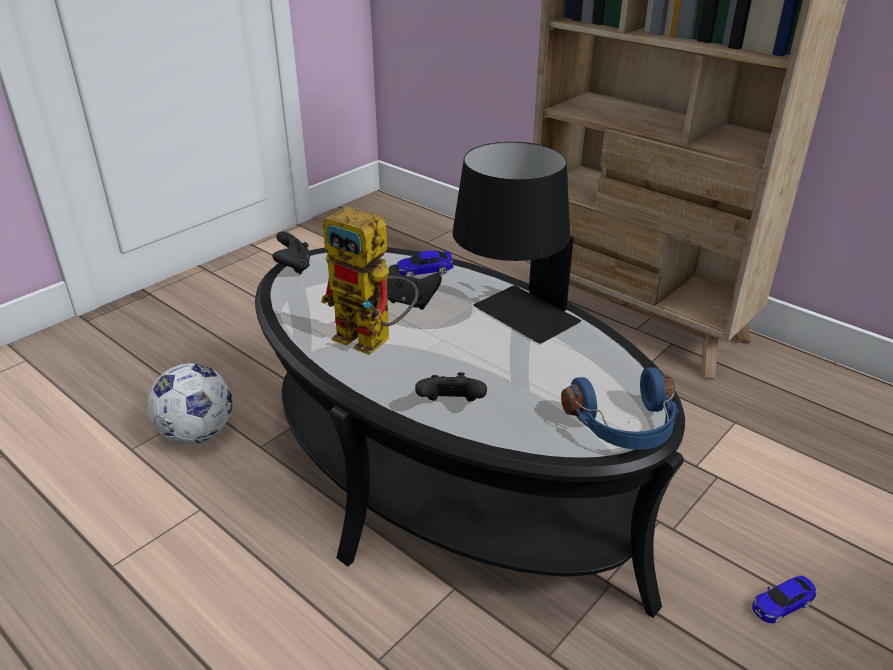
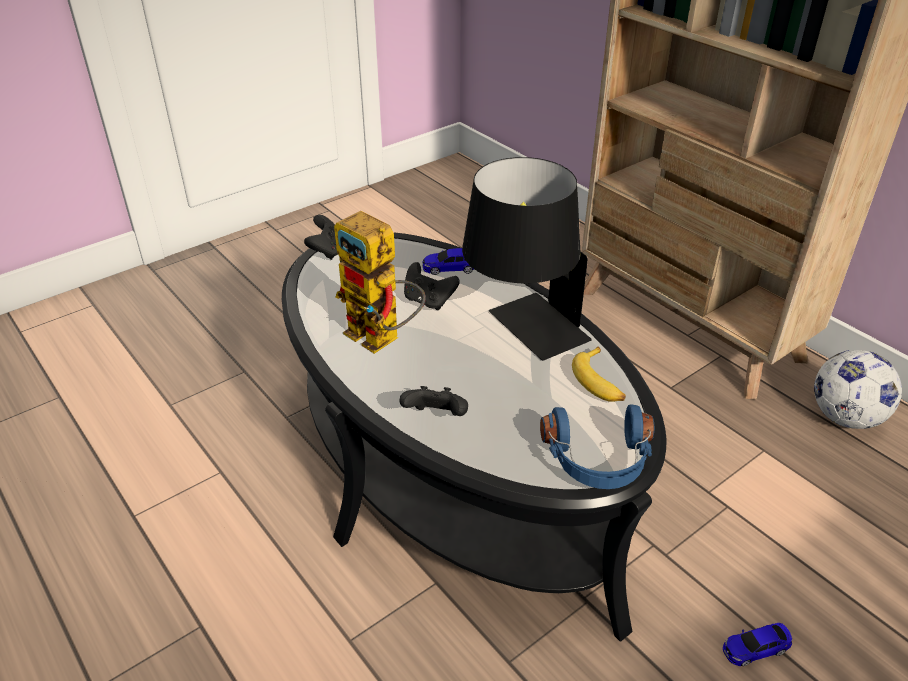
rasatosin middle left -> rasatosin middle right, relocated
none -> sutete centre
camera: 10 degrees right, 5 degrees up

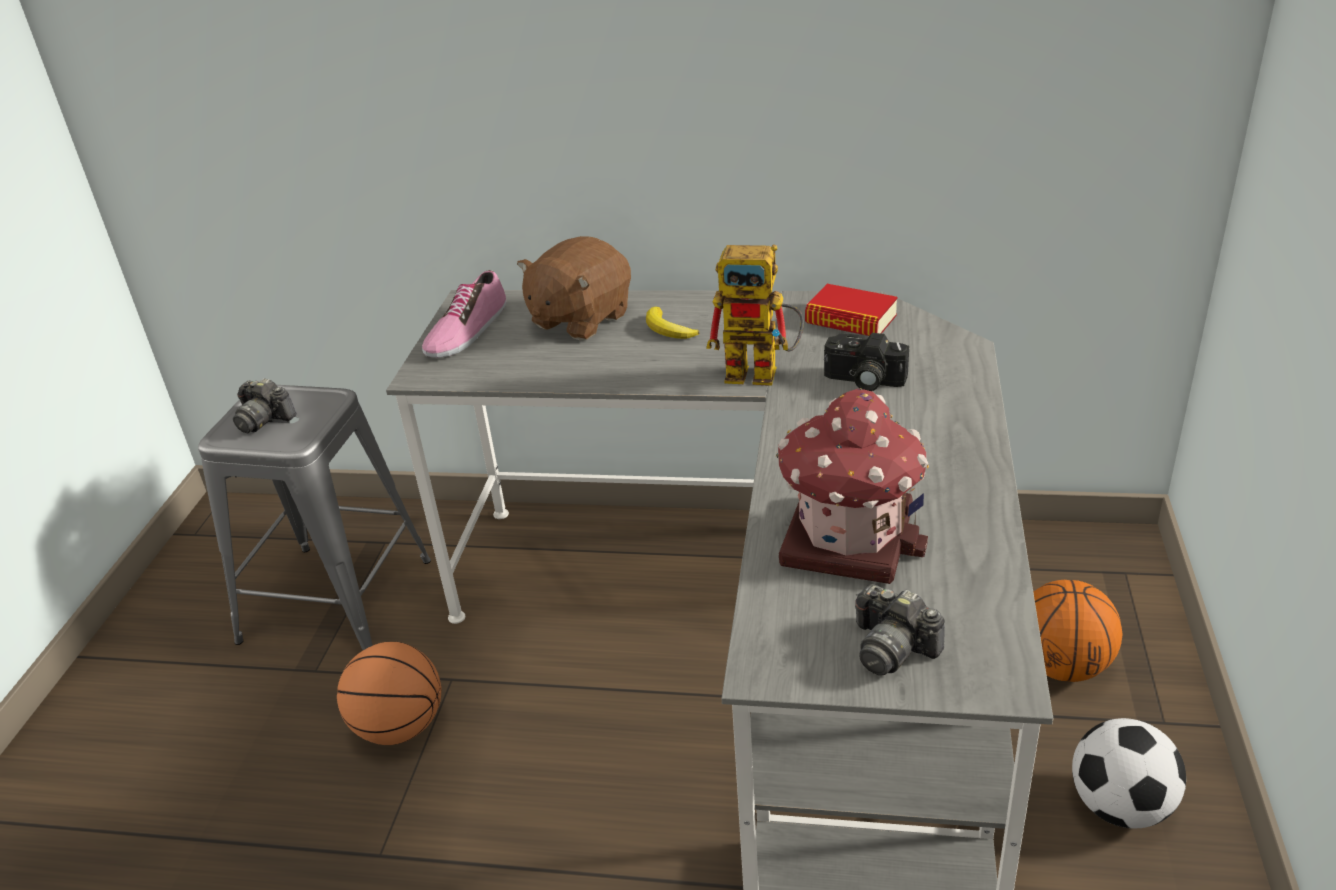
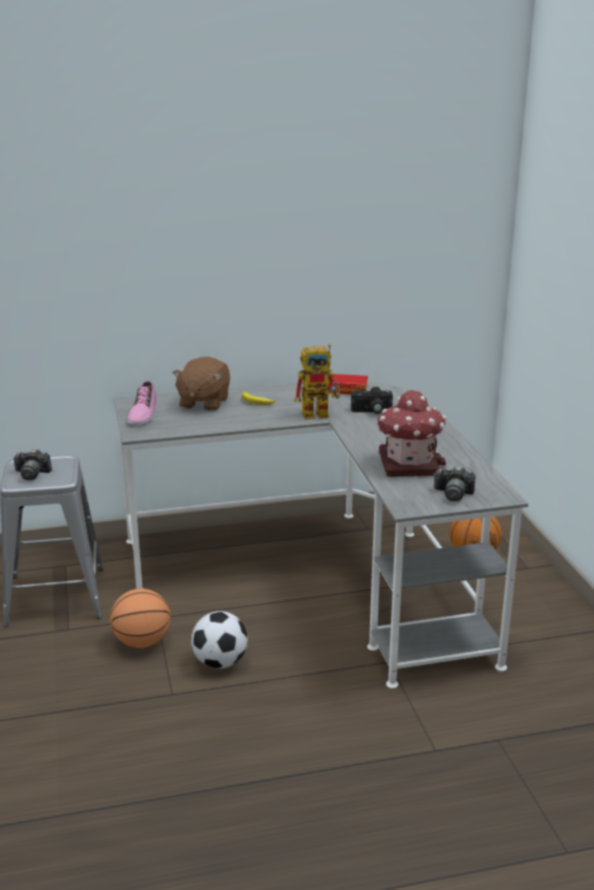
rasatosin bottom right -> rasatosin bottom centre, relocated
camera: 25 degrees left, 10 degrees down

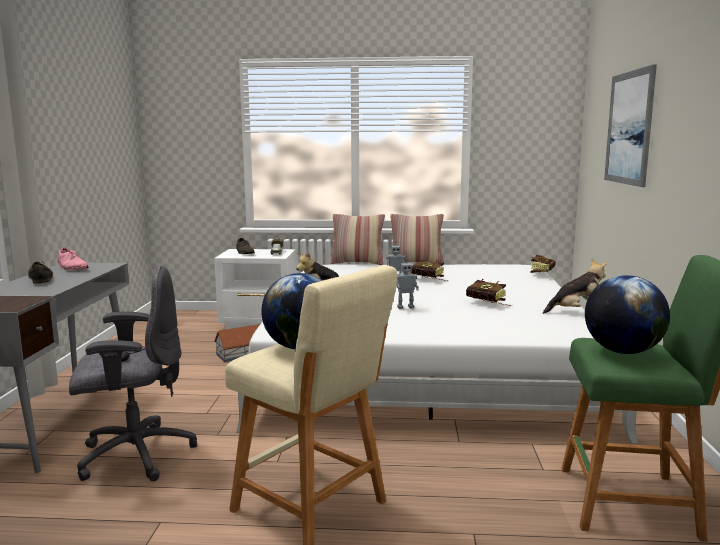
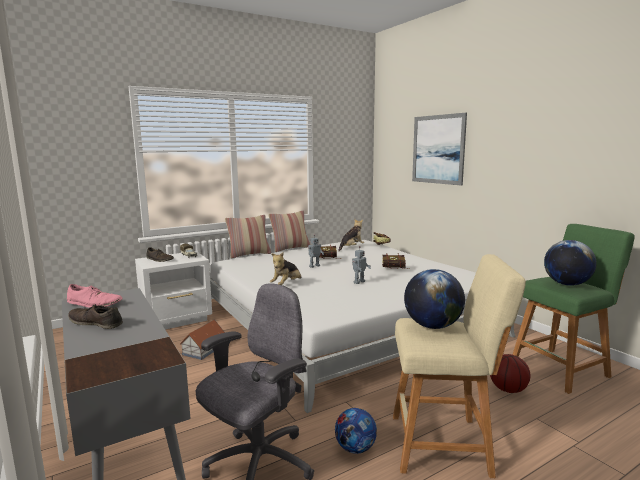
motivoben (no. 2 from left) middle right -> motivoben (no. 2 from left) centre, relocated
none -> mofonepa bottom right
none -> rasatosin bottom centre
camera: 35 degrees left, 0 degrees up

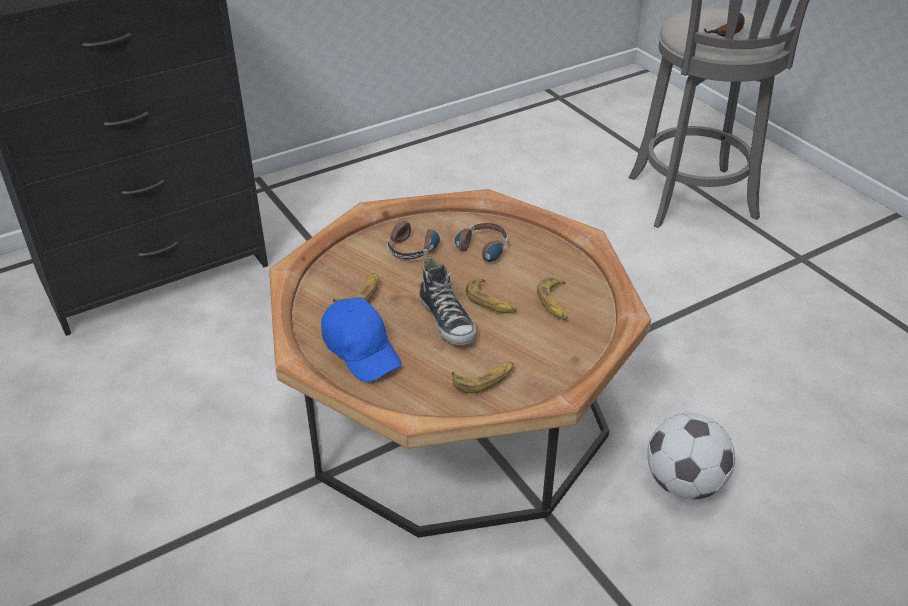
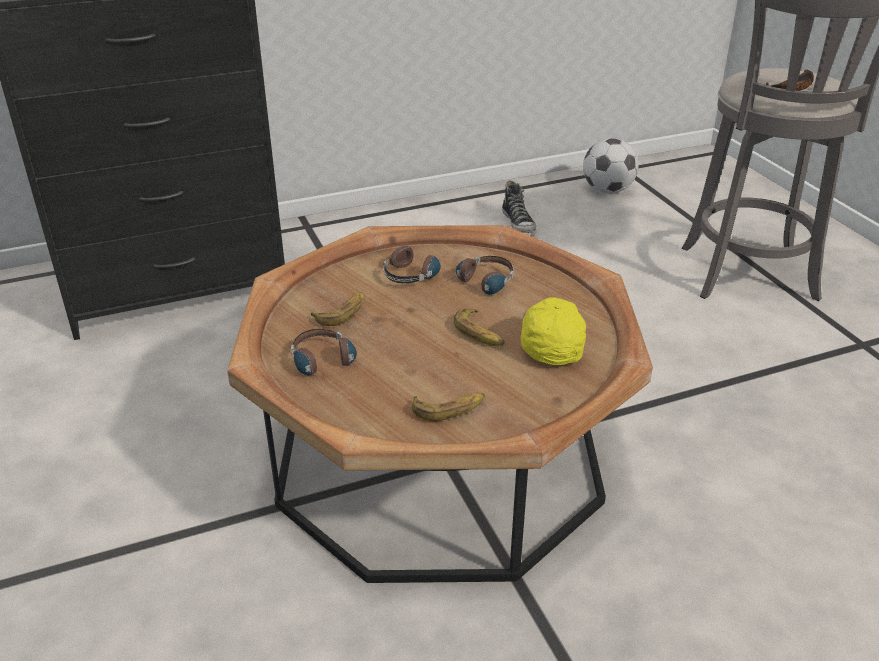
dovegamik centre -> dovegamik top centre, relocated
sutete (no. 4 from left) centre -> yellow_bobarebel centre
blue_bobarebel centre -> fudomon (no. 1 from left) centre
rasatosin bottom right -> rasatosin top right, relocated
camera: 10 degrees right, 5 degrees down

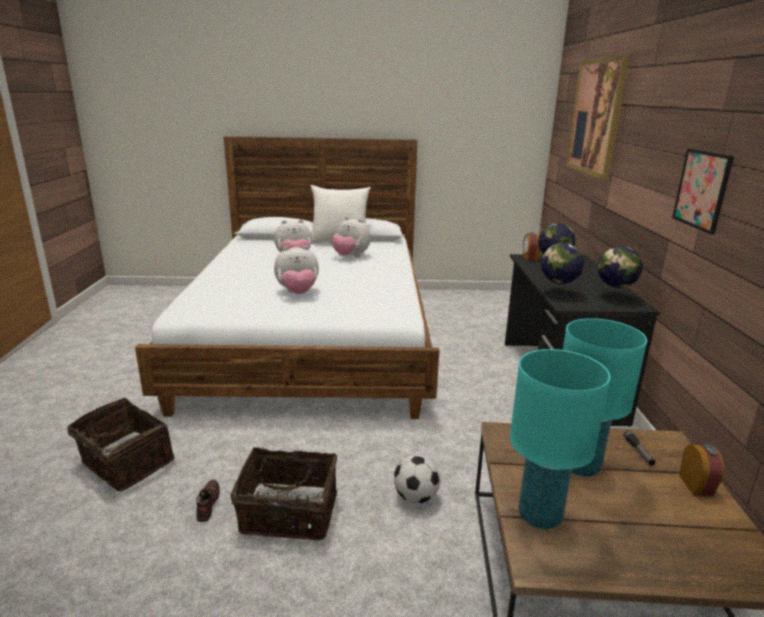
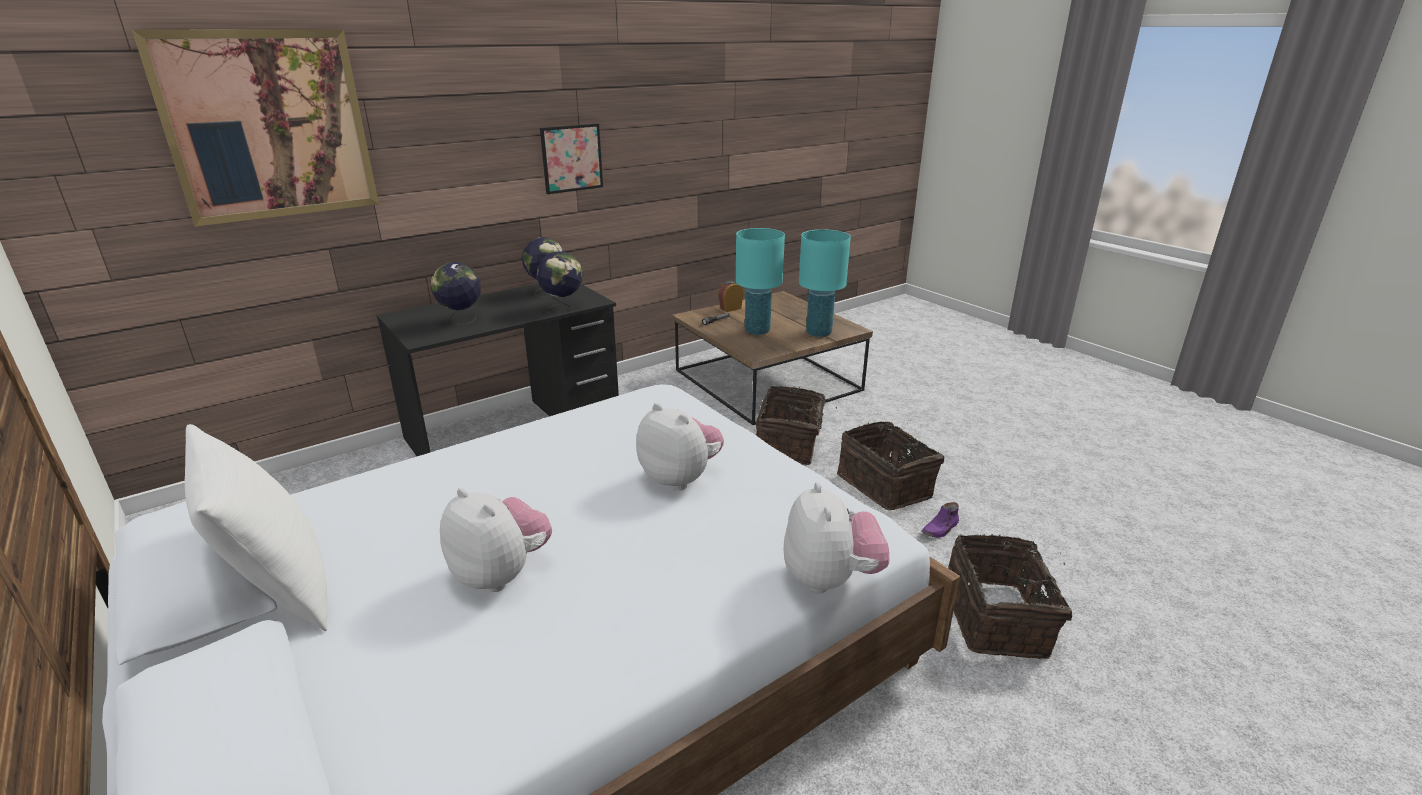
motivoben (no. 3 from left) centre -> motivoben (no. 3 from left) bottom centre, relocated
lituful (no. 1 from left) middle right -> none
rasatosin bottom centre -> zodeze (no. 1 from left) centre
brown_dovegamik bottom left -> purple_dovegamik centre
camera: 125 degrees left, 5 degrees up

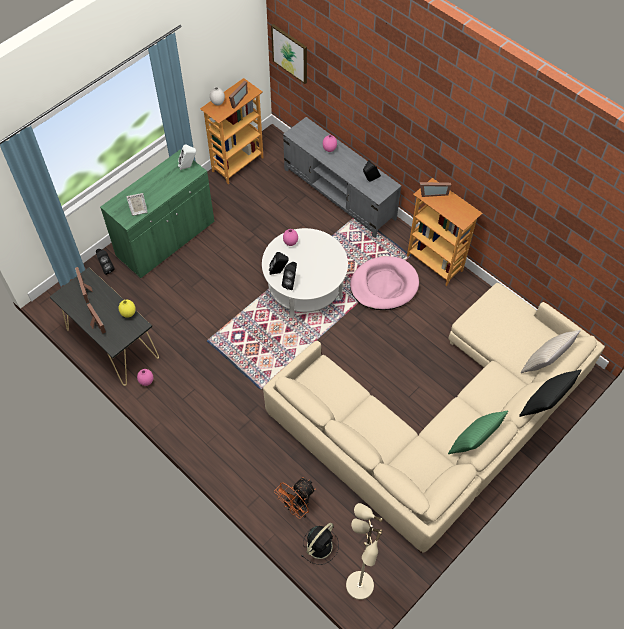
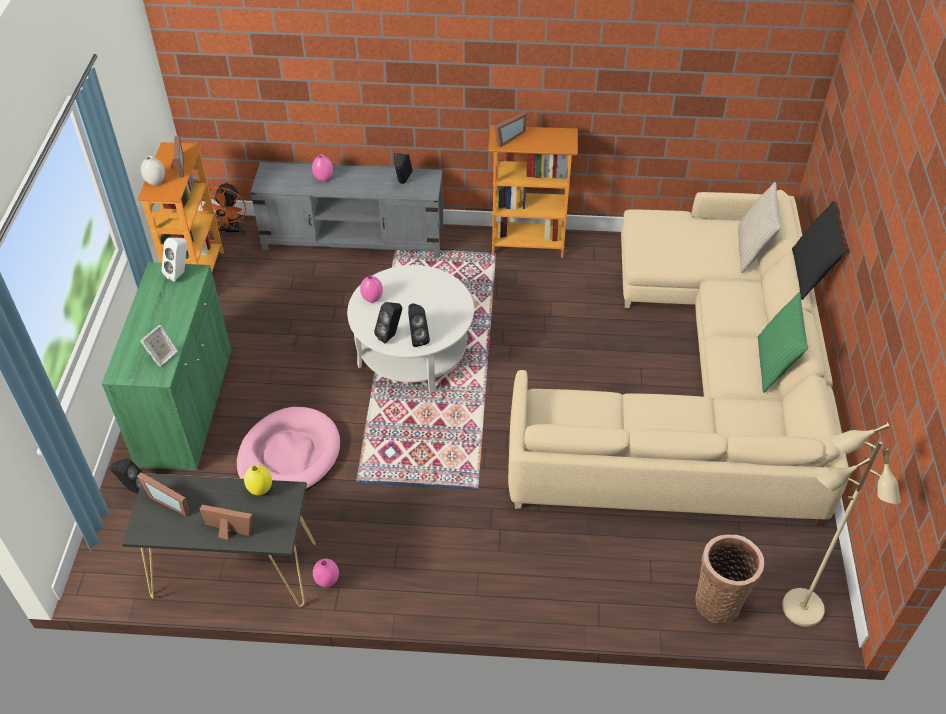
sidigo top centre -> none
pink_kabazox centre -> pink_kabazox middle left, relocated
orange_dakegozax bottom centre -> orange_dakegozax top left, relocated
black_dakegozax bottom centre -> zodeze bottom right
camera: 40 degrees left, 10 degrees down

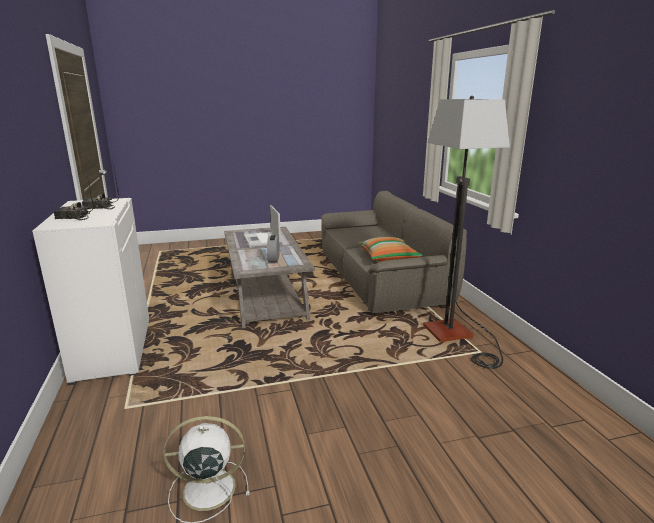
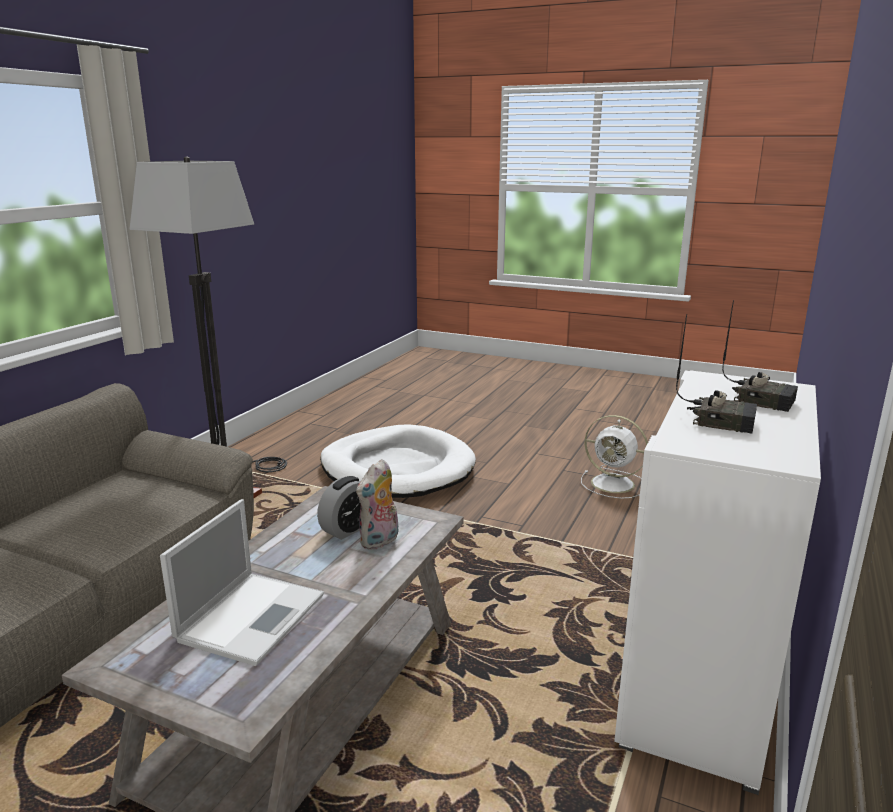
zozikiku centre -> none
none -> white_kabazox centre
none -> motivoben centre
camera: 140 degrees left, 0 degrees up

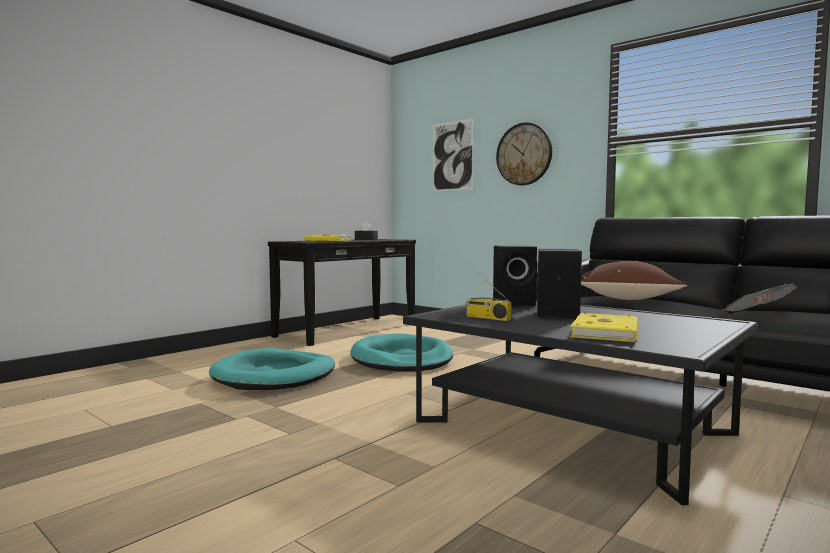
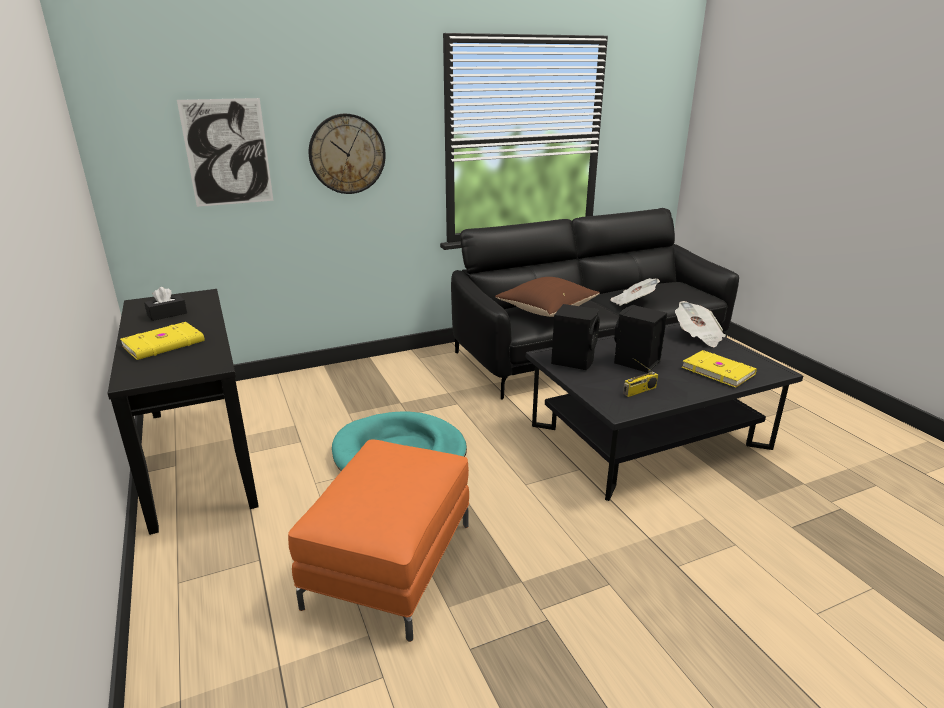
turquoise_kabazox (no. 1 from left) bottom left -> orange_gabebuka bottom centre
none -> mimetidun (no. 2 from left) middle right
camera: 65 degrees left, 20 degrees up

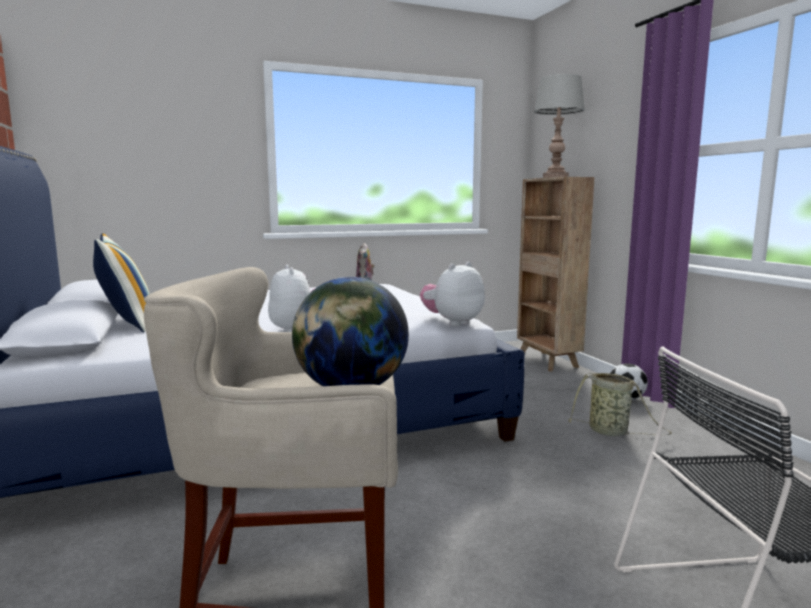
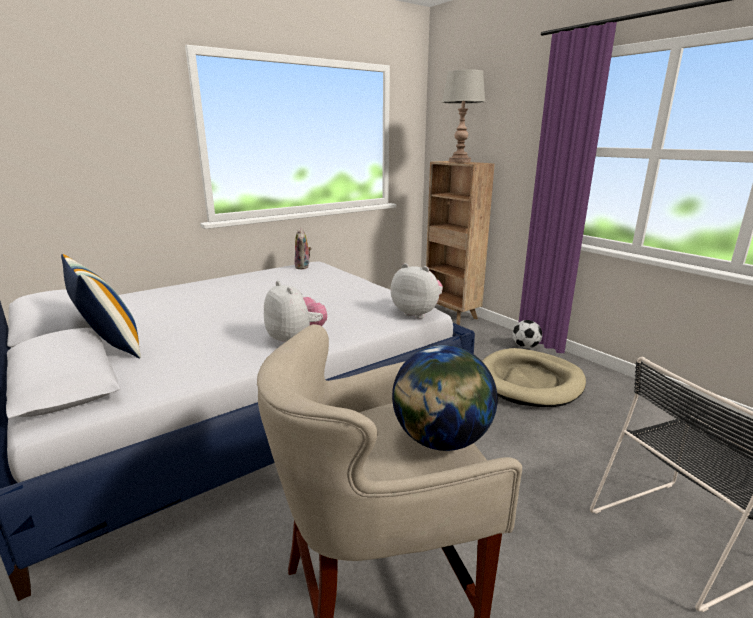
motivoben (no. 3 from left) centre, 90 degrees clockwise
zodeze middle right -> beige_kabazox middle right
camera: 15 degrees left, 10 degrees up

